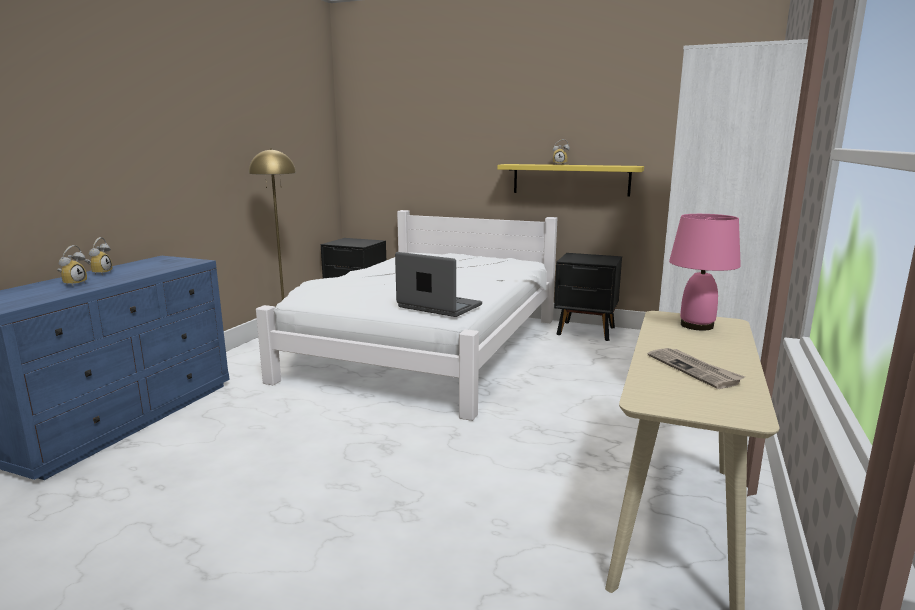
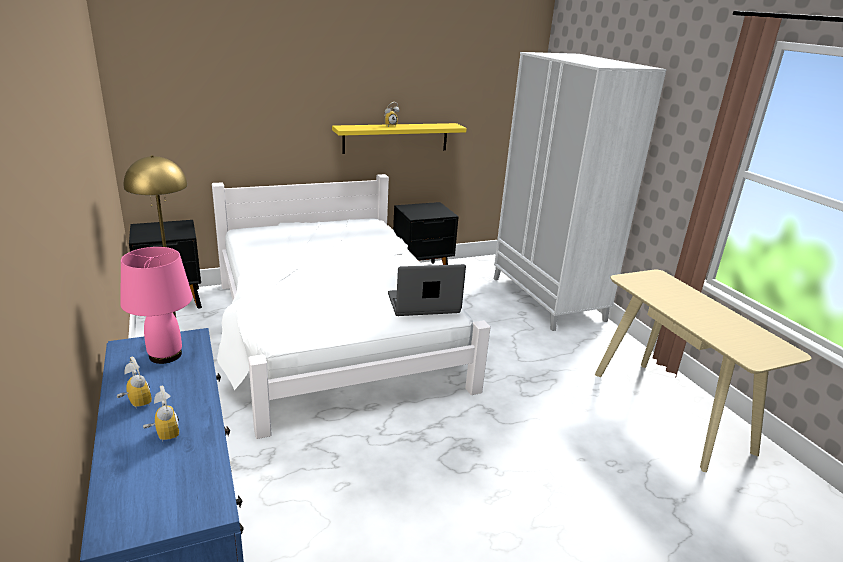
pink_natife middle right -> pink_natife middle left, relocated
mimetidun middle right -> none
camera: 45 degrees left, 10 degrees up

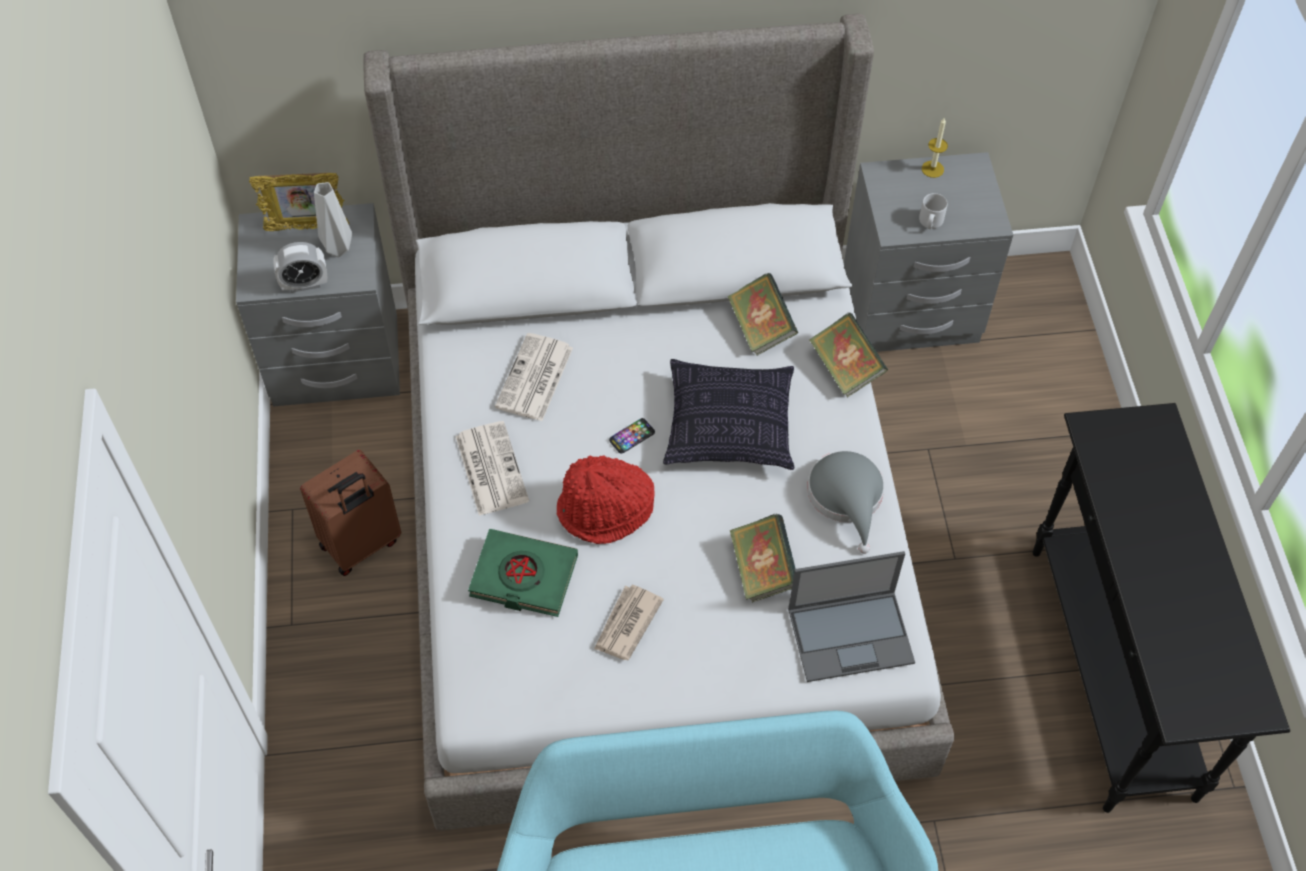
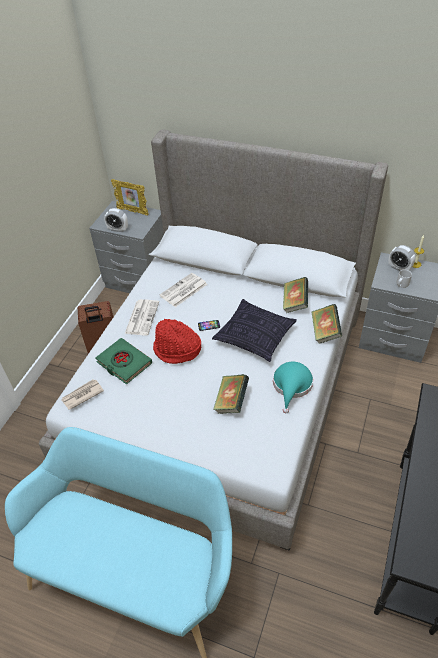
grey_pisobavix top left -> none
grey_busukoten centre -> turquoise_busukoten middle right
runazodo bottom centre -> none
mimetidun (no. 3 from left in the first image) bottom centre -> mimetidun (no. 1 from left) middle left, relocated
none -> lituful (no. 2 from left) middle right
camera: 30 degrees right, 10 degrees down

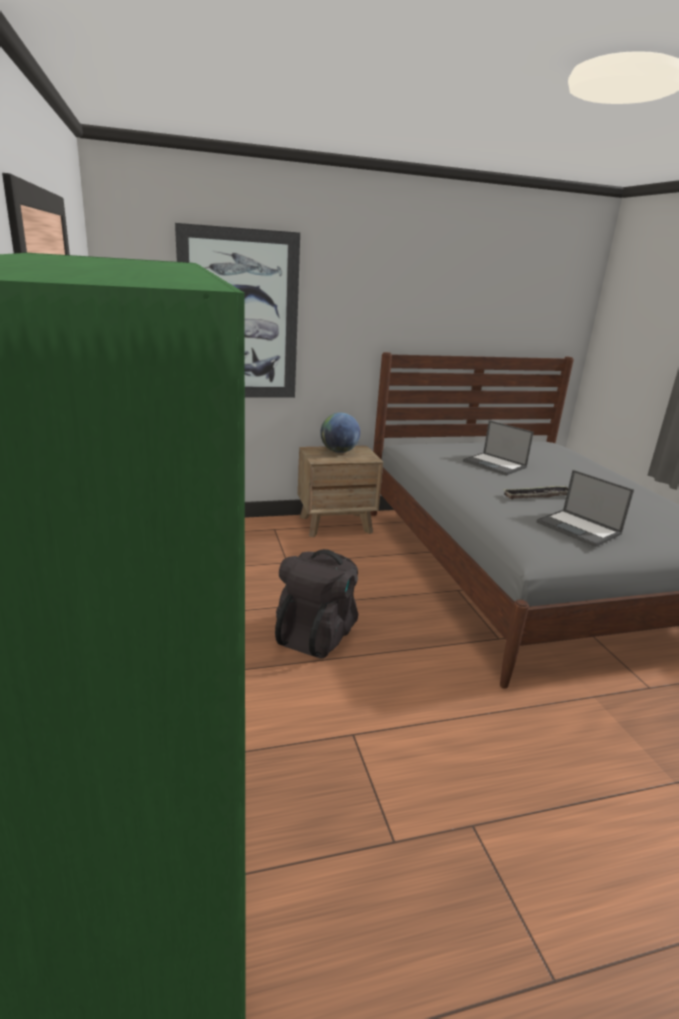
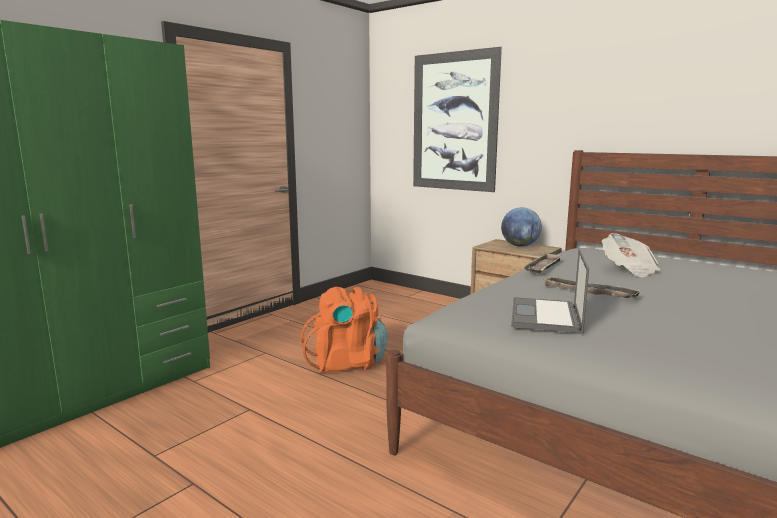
runazodo (no. 1 from left) middle right -> mimetidun middle right
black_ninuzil centre -> orange_ninuzil centre
none -> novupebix (no. 1 from left) middle right
camera: 55 degrees right, 10 degrees down

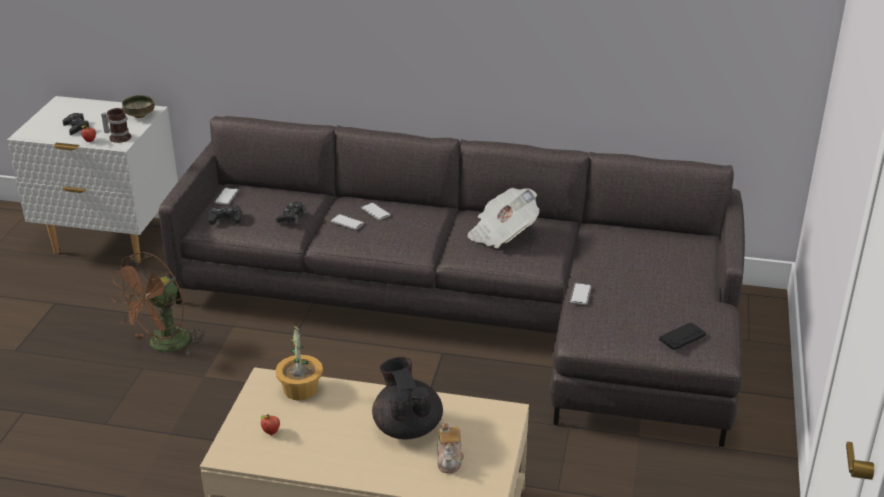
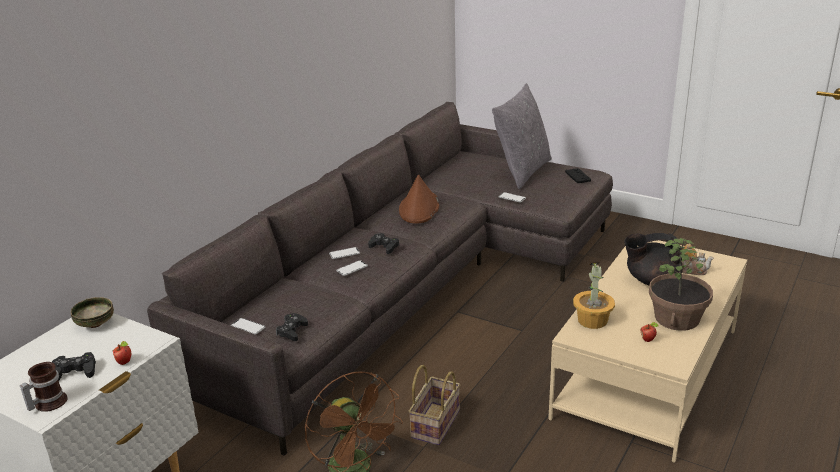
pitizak top left -> pitizak bottom left, relocated
mimetidun centre -> brown_busukoten centre
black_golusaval (no. 3 from left) middle left -> black_golusaval (no. 3 from left) centre, relocated
none -> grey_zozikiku top centre
none -> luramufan (no. 2 from left) middle right
none -> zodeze bottom centre
camera: 70 degrees left, 5 degrees down

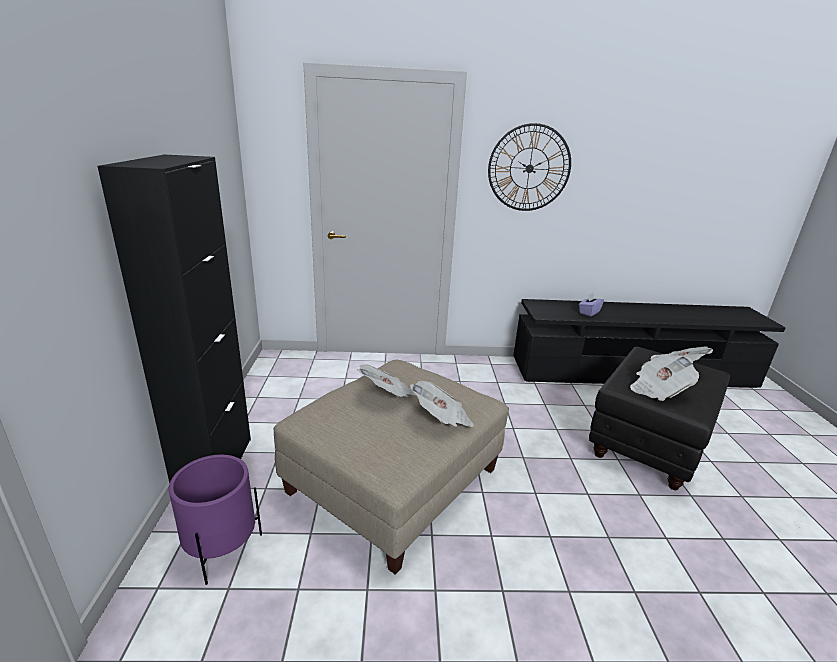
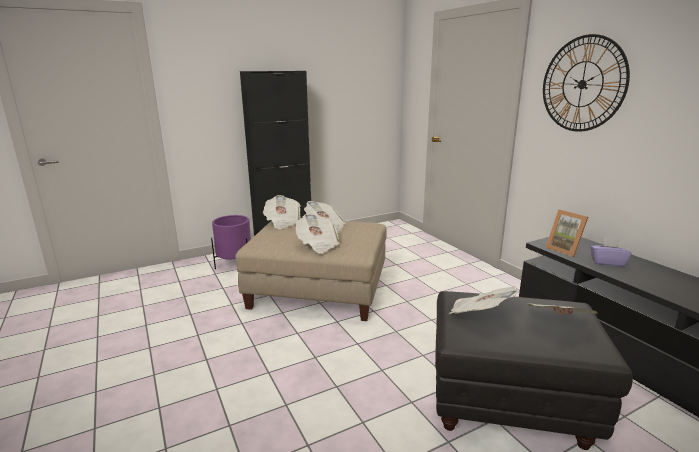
none -> mimetidun (no. 1 from left) centre
none -> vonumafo middle right
camera: 65 degrees right, 5 degrees down

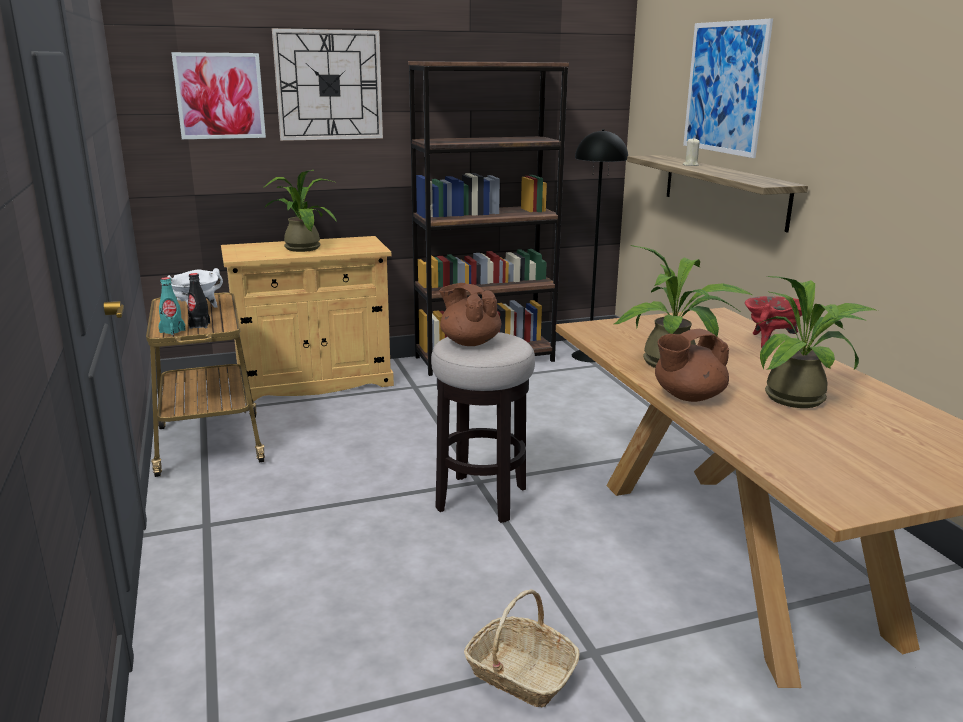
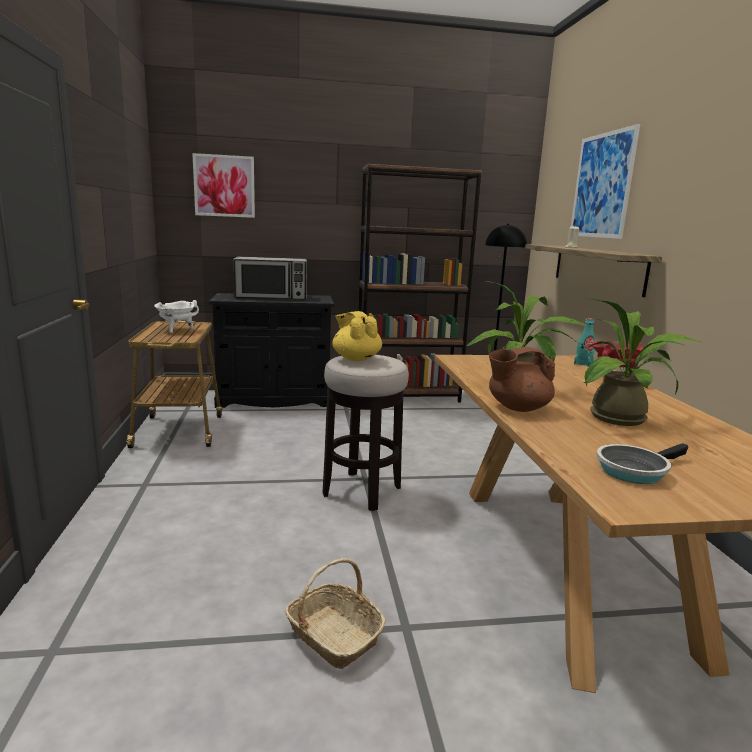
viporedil top centre -> none
luramufan (no. 1 from left) top left -> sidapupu centre
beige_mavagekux middle left -> black_mavagekux centre
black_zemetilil middle left -> none
turquoise_zemetilil middle left -> turquoise_zemetilil middle right, relocated
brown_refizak (no. 1 from left) centre -> yellow_refizak centre
none -> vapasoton middle right
camera: 10 degrees right, 5 degrees down

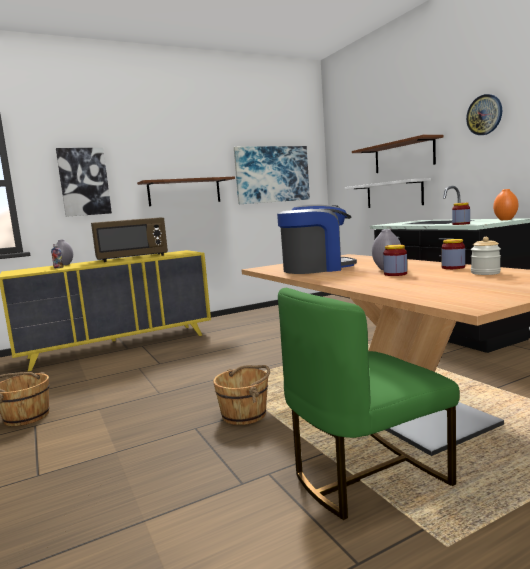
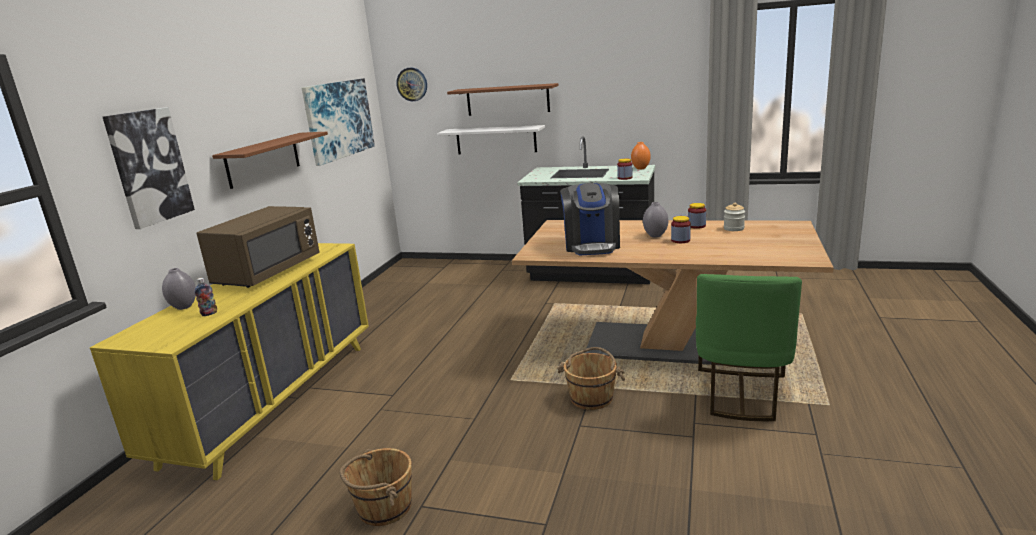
viporedil top right -> viporedil top centre, relocated
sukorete centre, 150 degrees clockwise
camera: 45 degrees left, 10 degrees up

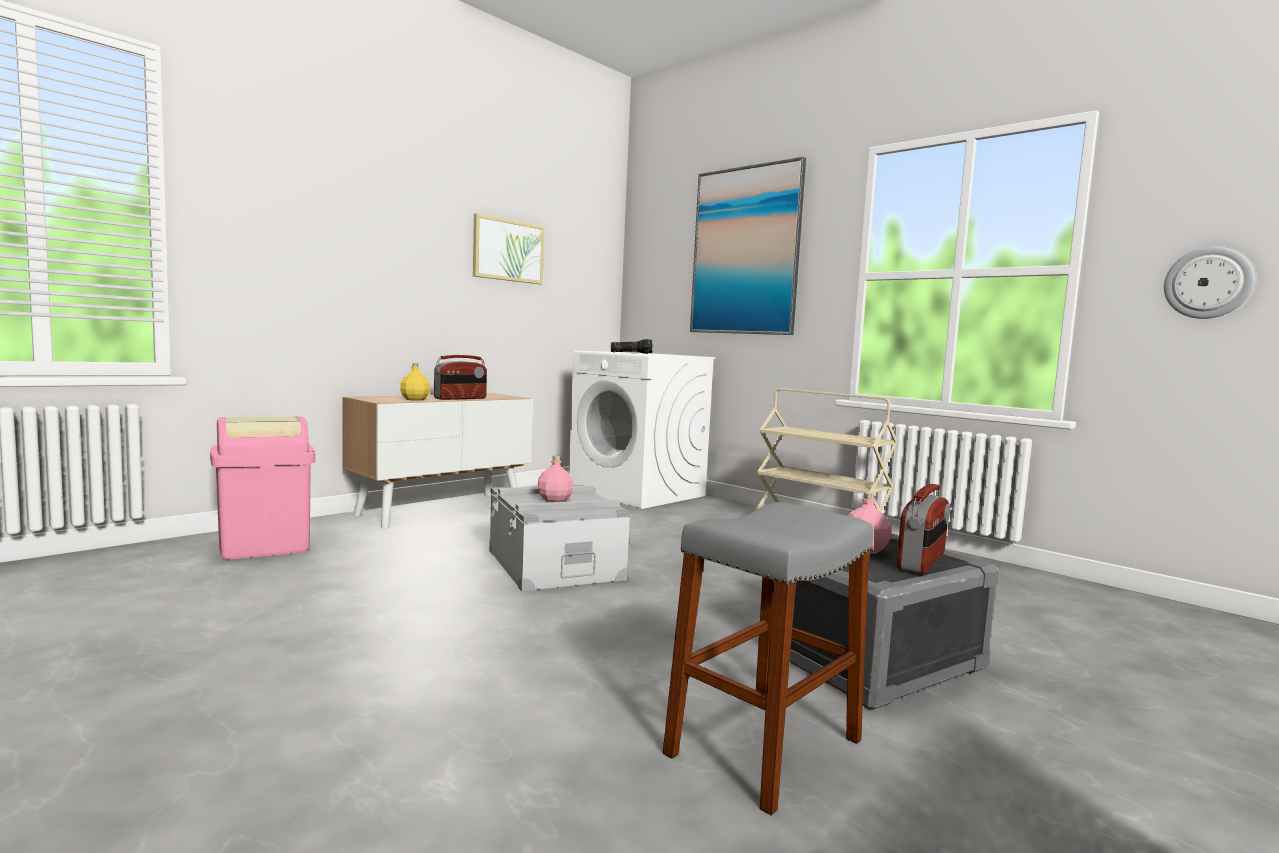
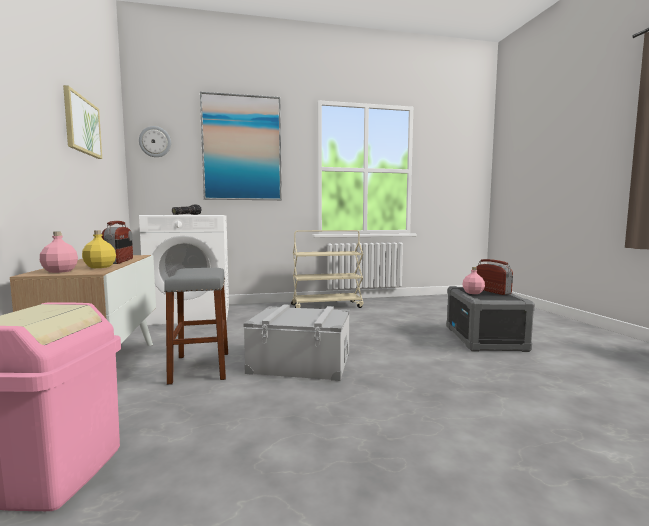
viporedil top right -> viporedil top left, relocated
pink_zemetilil (no. 1 from left) centre -> pink_zemetilil (no. 1 from left) middle left, relocated
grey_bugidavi bottom centre -> grey_bugidavi middle left, relocated
camera: 55 degrees left, 0 degrees up

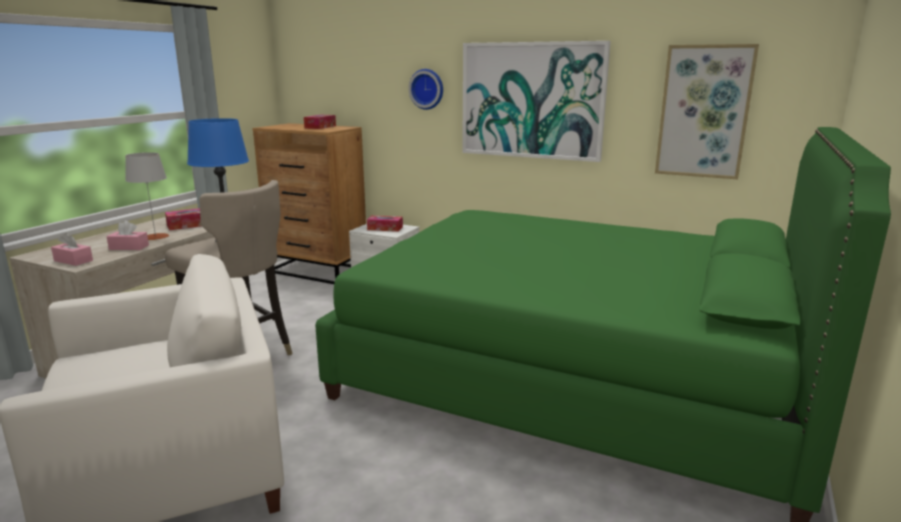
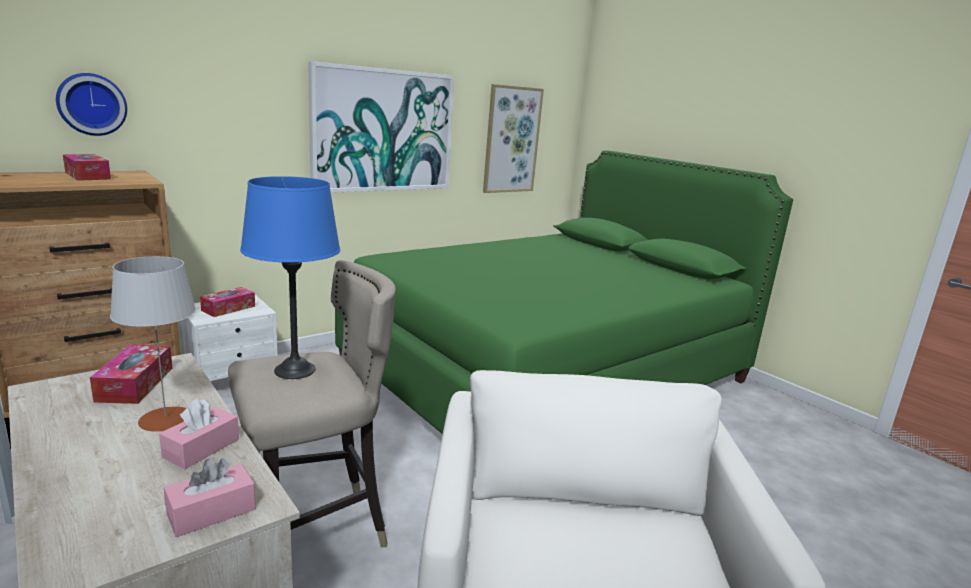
viporedil top centre -> viporedil top left, relocated
camera: 65 degrees left, 0 degrees up

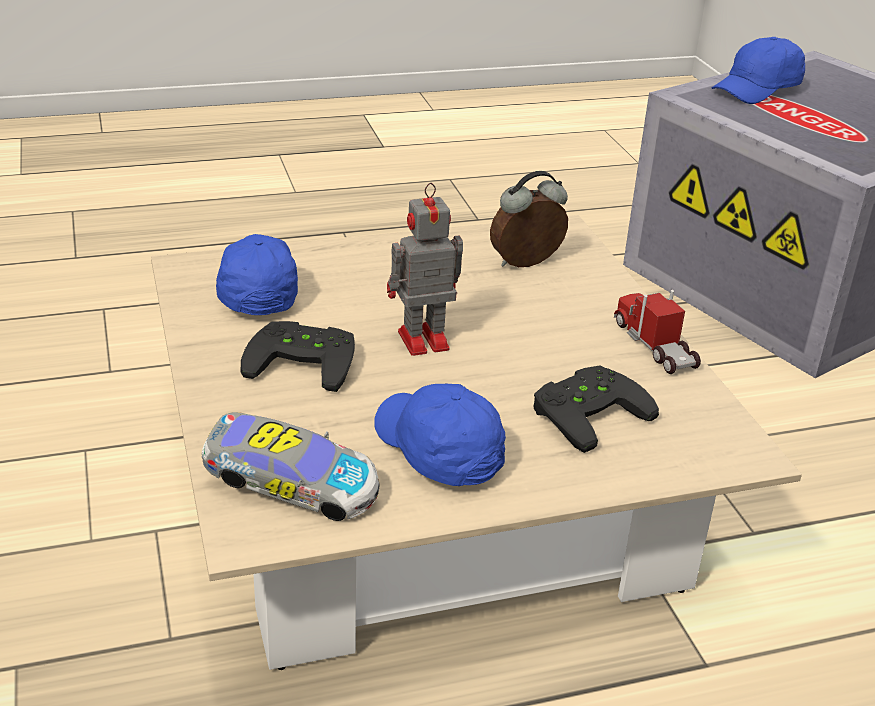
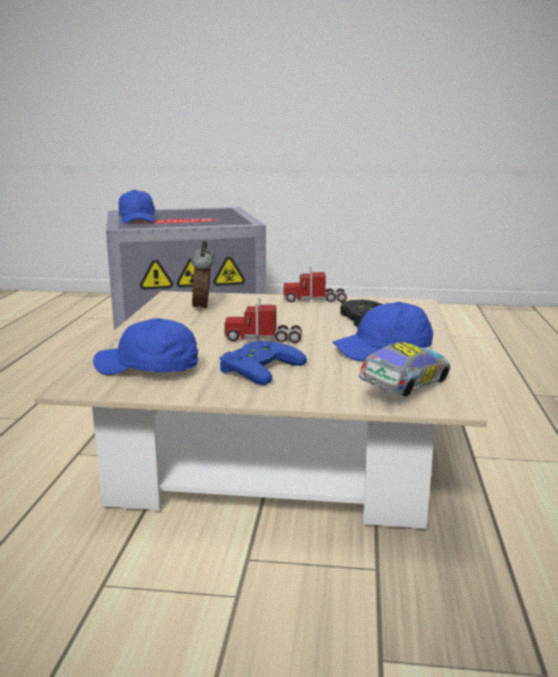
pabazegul centre -> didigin (no. 1 from left) centre
black_golusaval (no. 1 from left) centre -> blue_golusaval centre
camera: 65 degrees left, 15 degrees down

